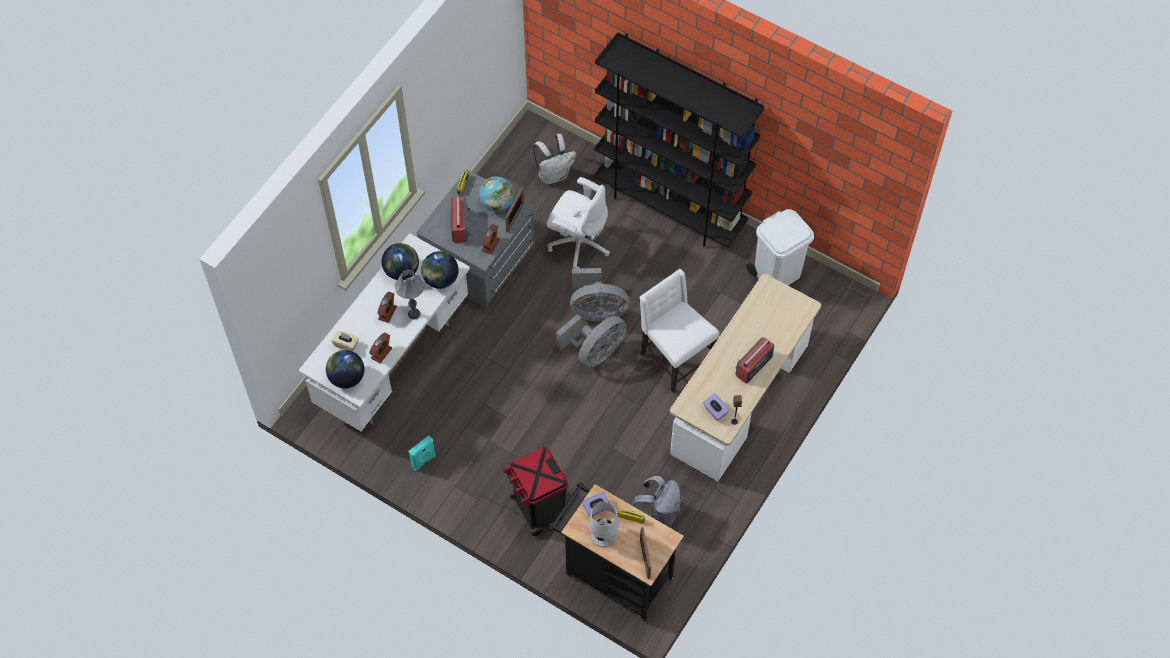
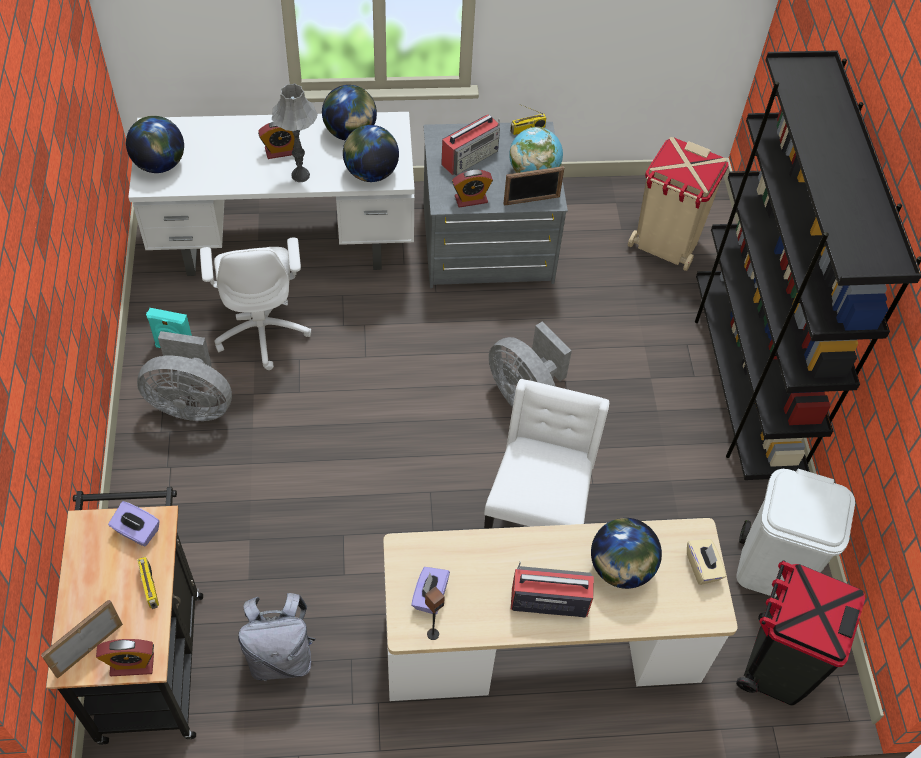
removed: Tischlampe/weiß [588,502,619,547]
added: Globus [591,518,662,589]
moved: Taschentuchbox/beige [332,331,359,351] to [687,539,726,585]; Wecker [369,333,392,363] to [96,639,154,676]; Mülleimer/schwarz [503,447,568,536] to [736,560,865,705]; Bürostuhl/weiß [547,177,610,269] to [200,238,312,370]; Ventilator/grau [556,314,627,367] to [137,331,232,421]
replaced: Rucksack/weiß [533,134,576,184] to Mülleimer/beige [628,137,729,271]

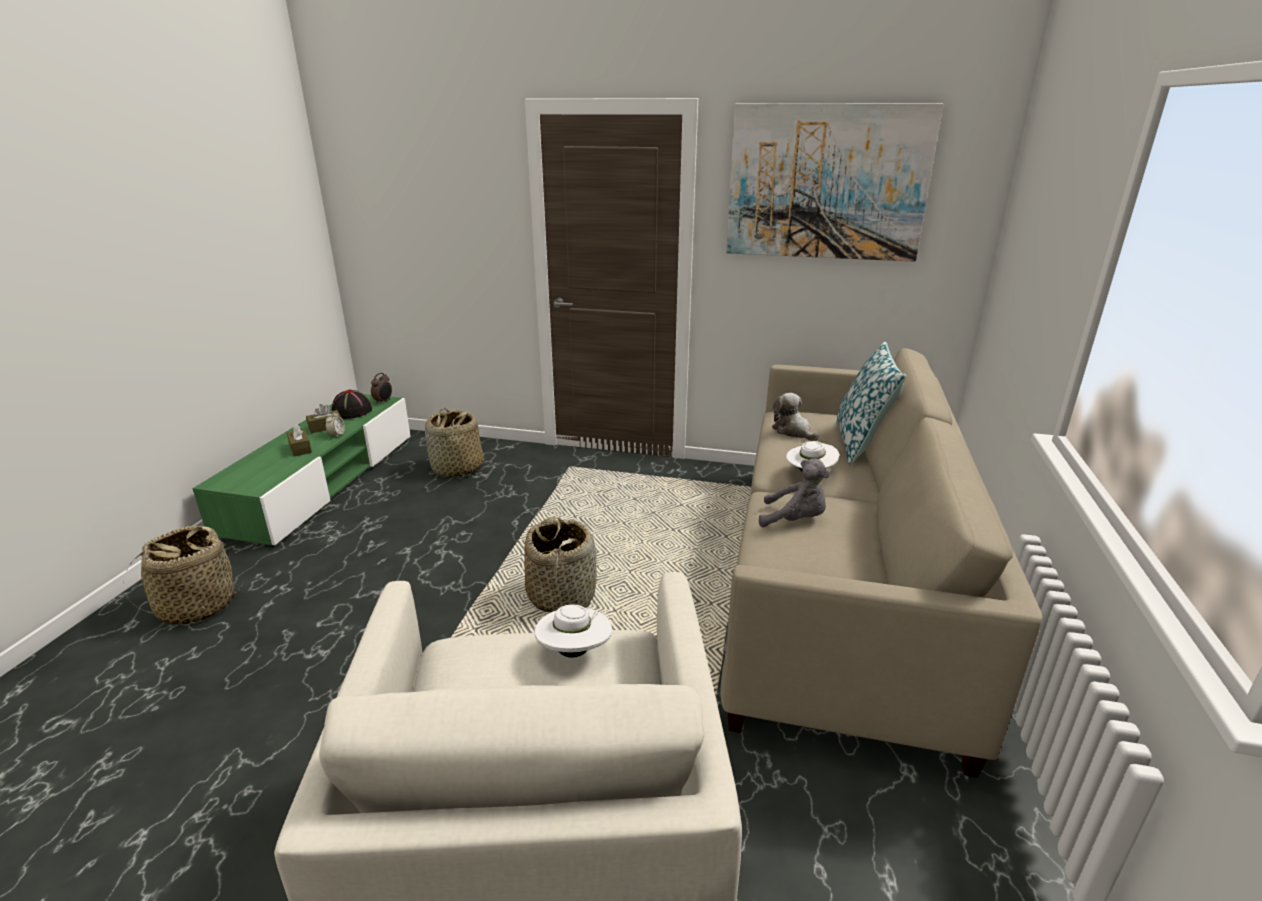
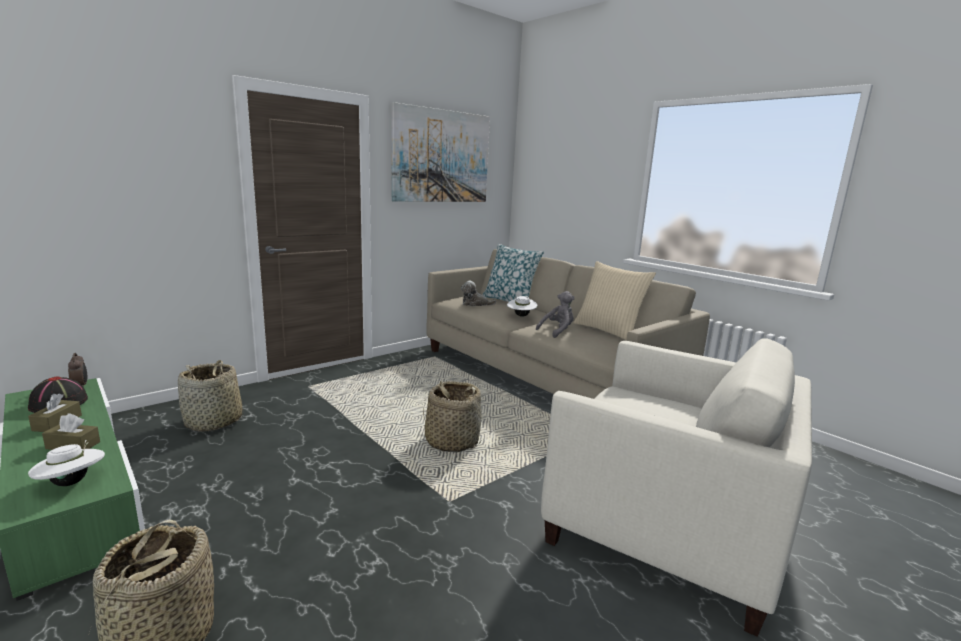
removed: Wecker [325,411,345,438]
added: Kissen/beige [574,261,656,340]
moved: Hut/weiß [534,604,612,658] to [28,440,105,486]

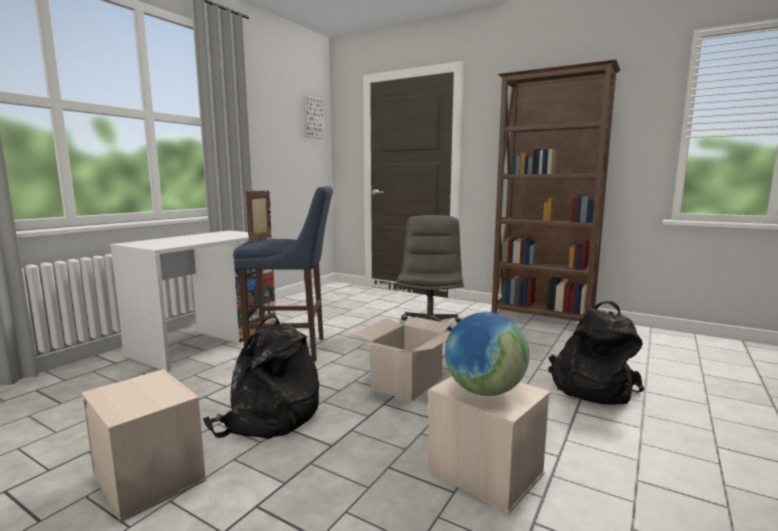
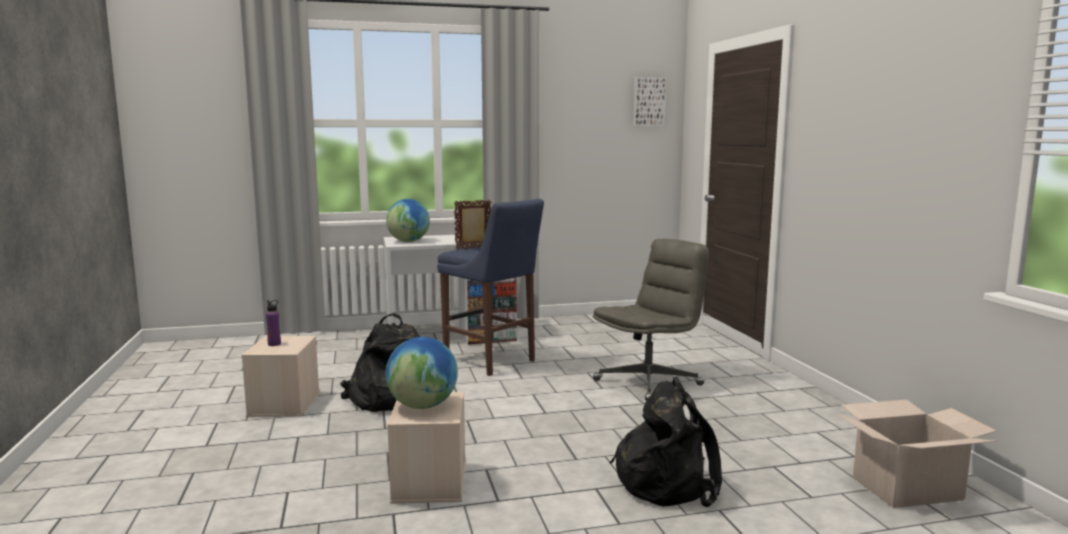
removed: Bücherregal/braun [491,59,620,321]
added: Flasche/lila [266,300,281,346]; Globus [386,199,430,242]
moved: Karton [353,317,451,401] to [837,400,997,508]

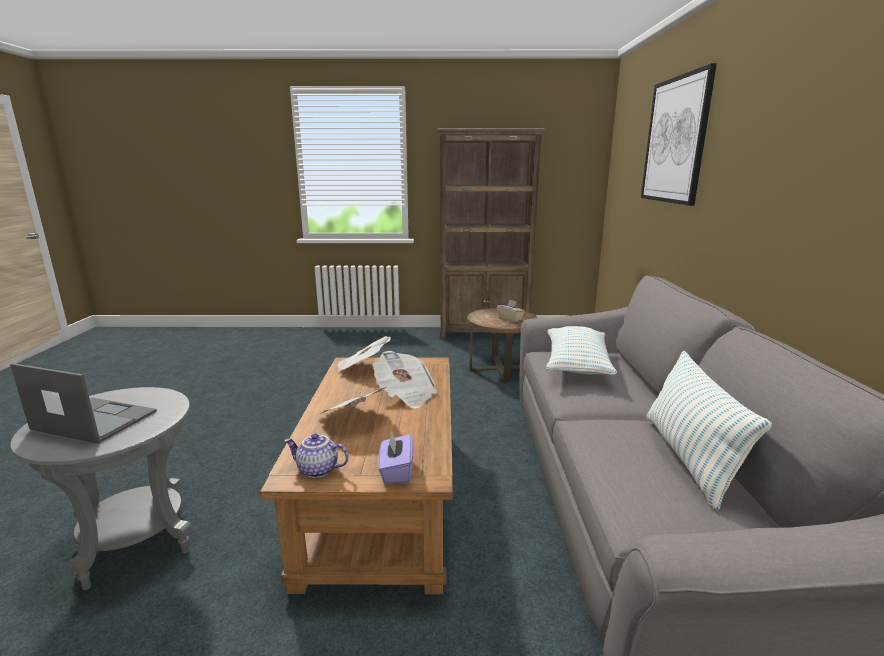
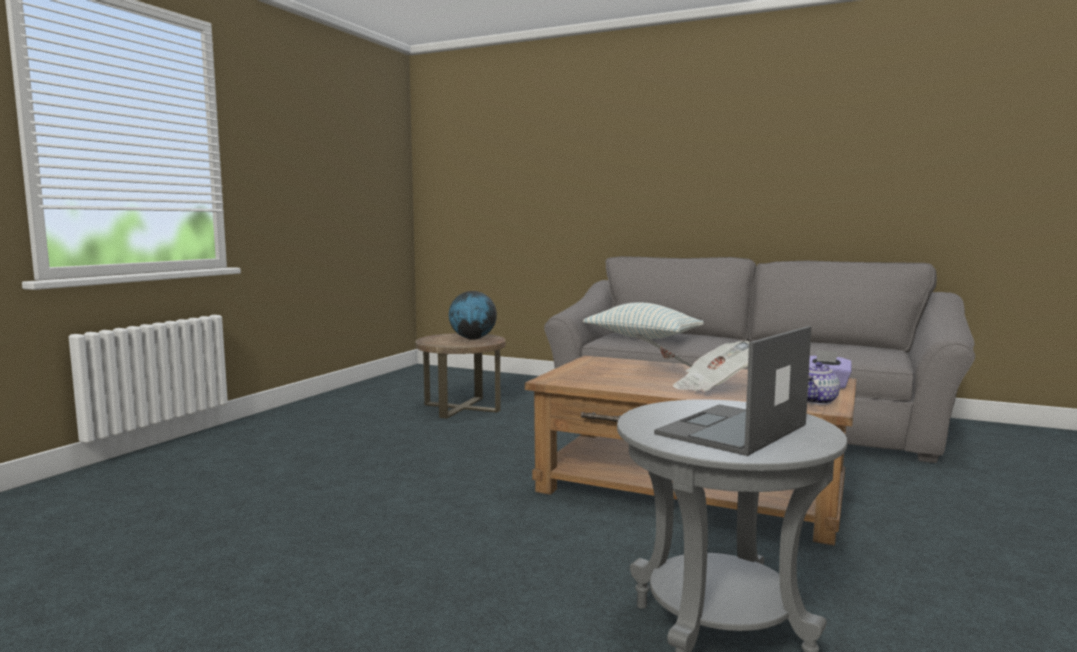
removed: Zeitung [338,336,391,372]; Bücherregal/braun [437,128,545,339]; Bild [641,63,717,206]; Kissen [646,351,772,510]
replaced: Taschentuchbox/beige [497,300,525,322] to Globus [449,291,497,340]

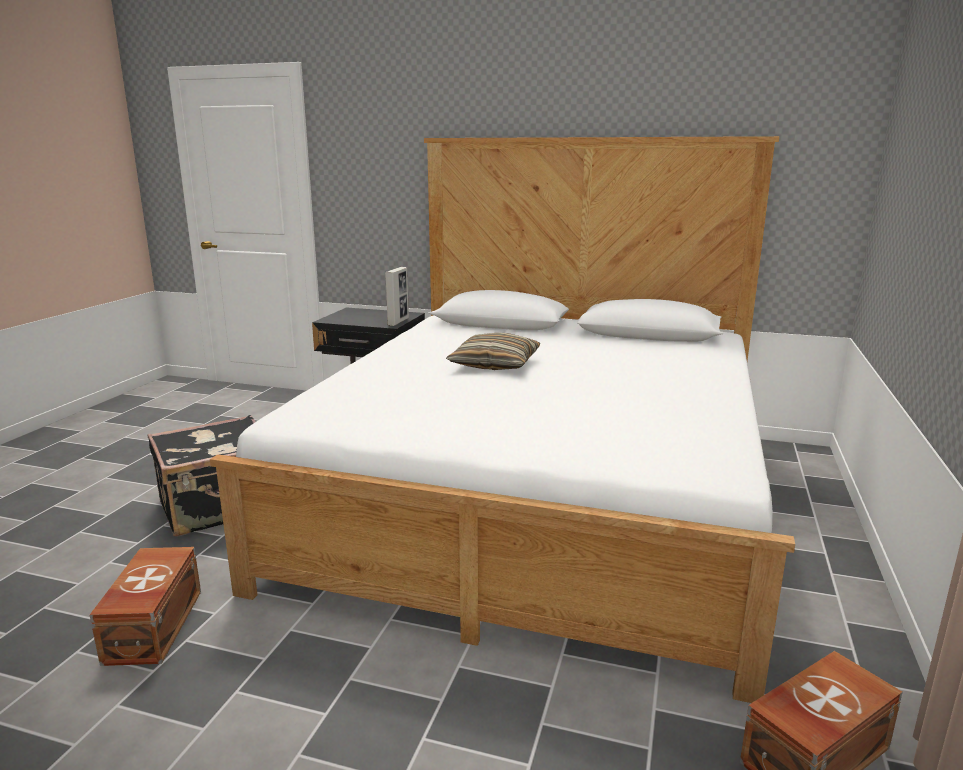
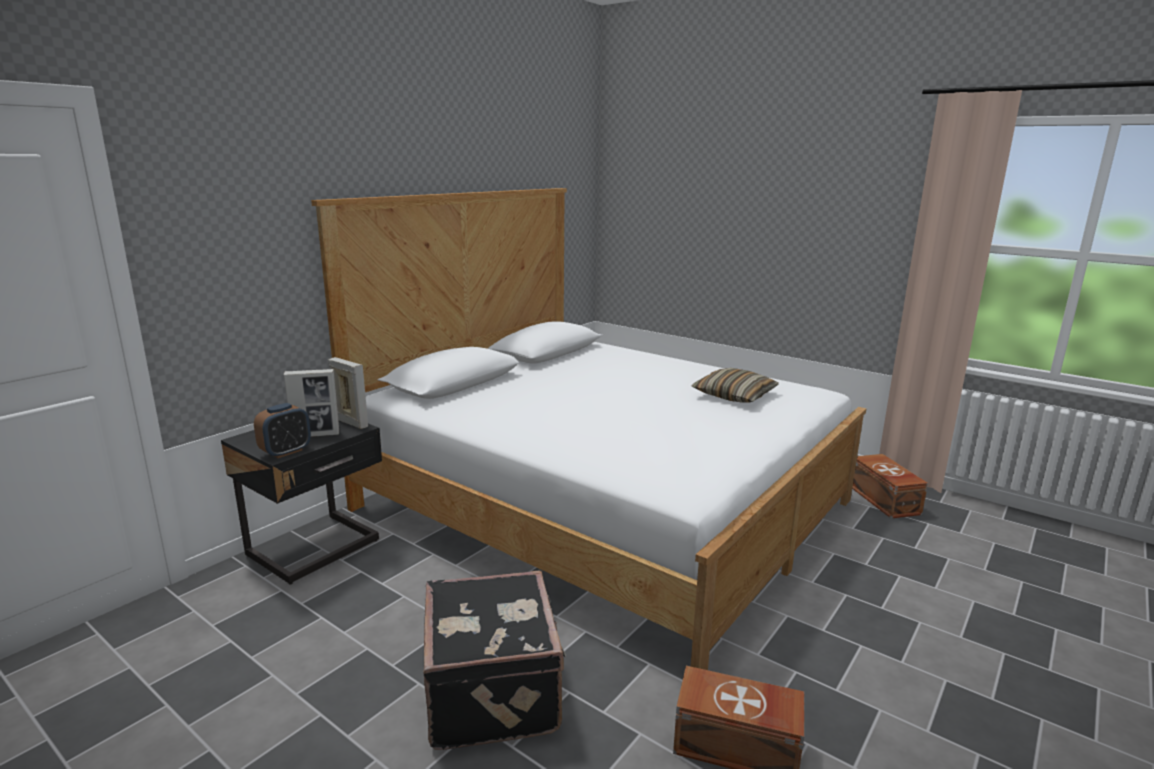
added: Wecker [254,403,311,458]; Bilderrahmen [284,369,339,437]
moved: Kissen [446,333,540,370] to [691,368,779,403]

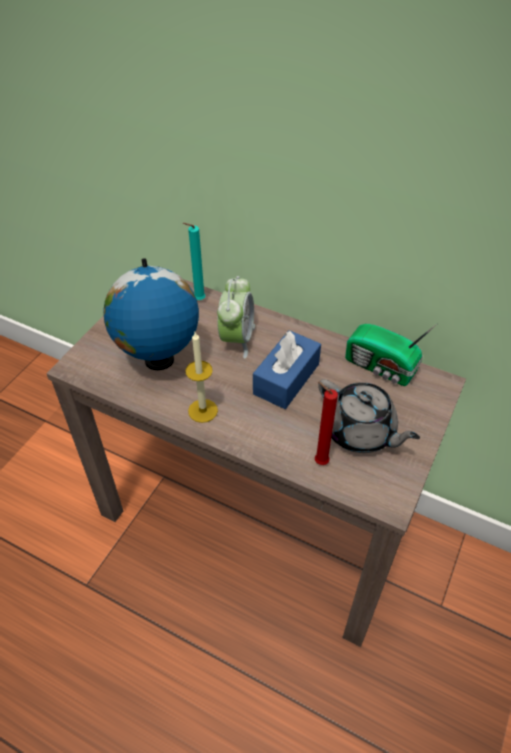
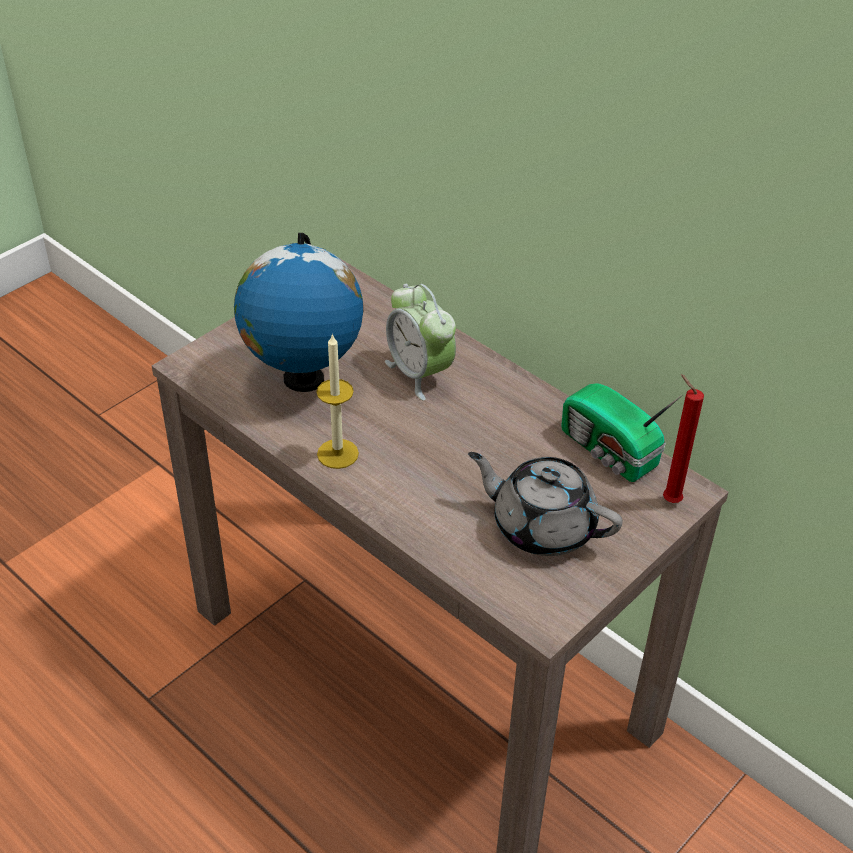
removed: Kerze/türkis [183,223,206,300]; Taschentuchbox/blau [253,330,321,409]
moved: Kerze/rot [315,382,338,465] to [663,374,704,503]
turned: Wecker [217,276,255,359] = [385,284,456,401] 120 degrees clockwise; Teekanne/grau [318,379,420,453] = [468,452,623,556] 150 degrees clockwise

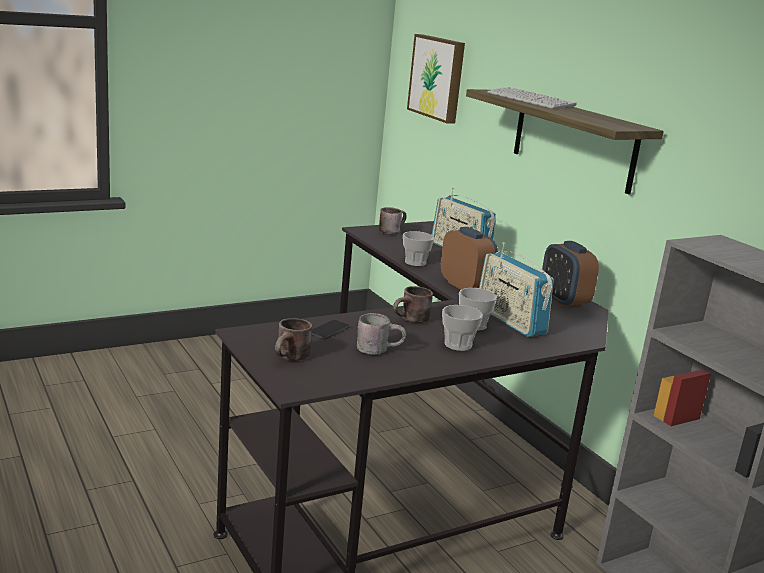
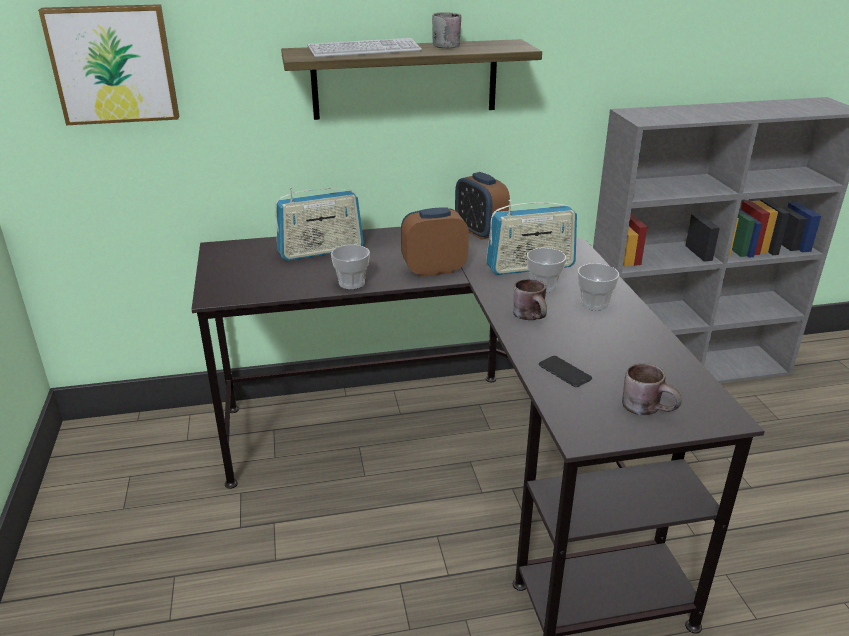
removed: Henkelbecher/braun [379,207,407,235]
moved: Henkelbecher/grau [357,313,406,355] to [432,12,461,48]
turned: Wecker [542,241,599,308] = [455,172,510,240] 60 degrees clockwise

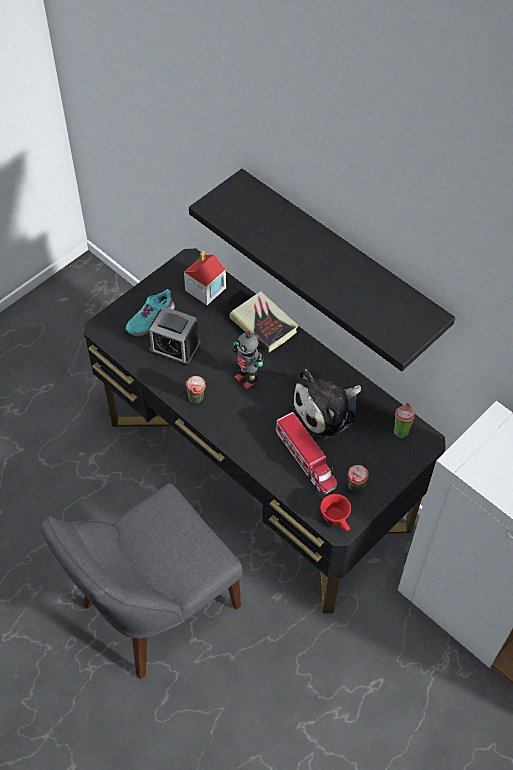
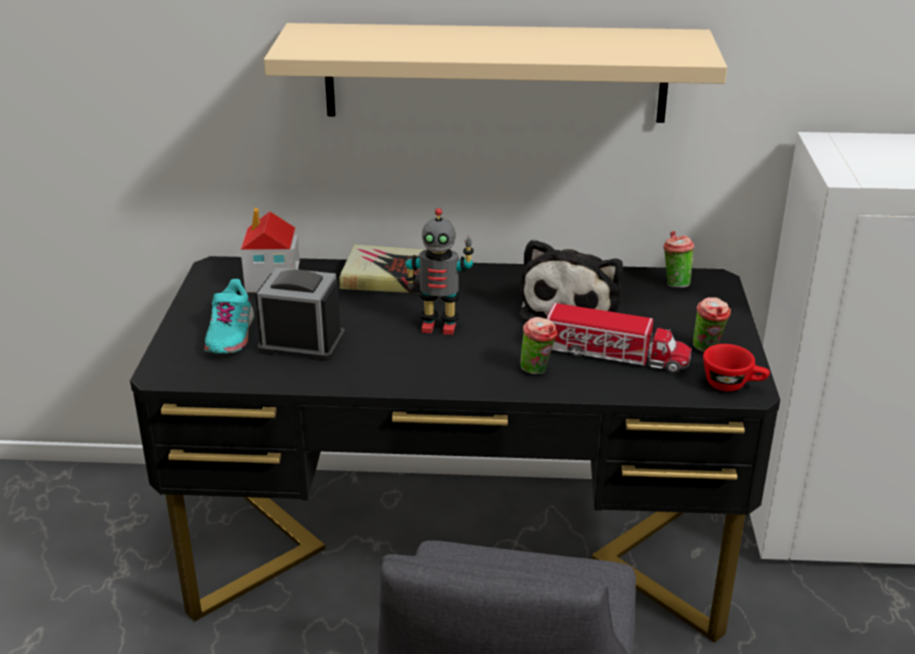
moved: Tasse [186,376,206,403] to [520,317,557,374]
recoloured: Wandregal/schwarz [189,169,455,372] to Wandregal/beige [264,23,727,123]
turned: Wecker [149,306,201,366] = [255,267,345,361] 150 degrees counterclockwise

